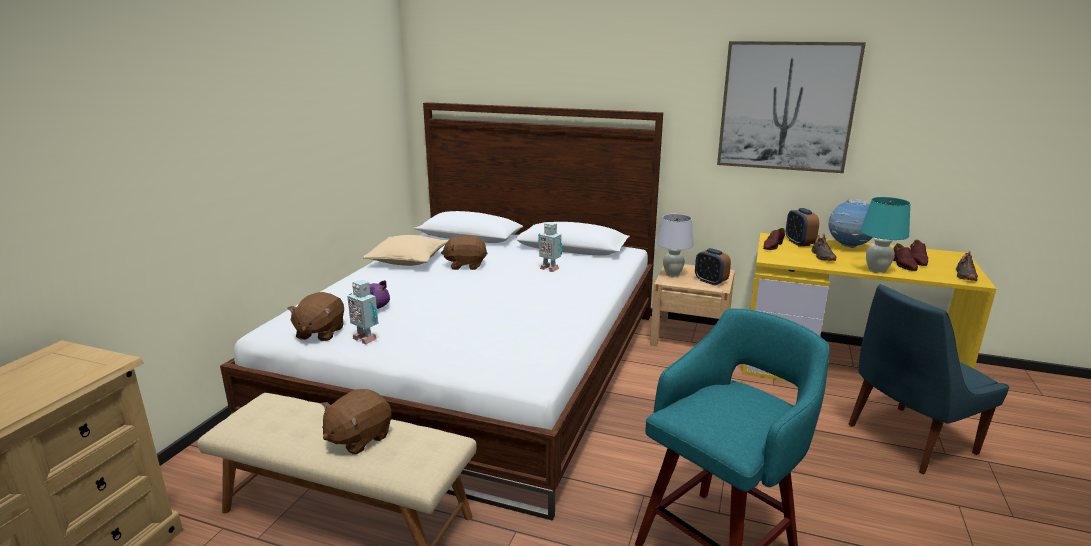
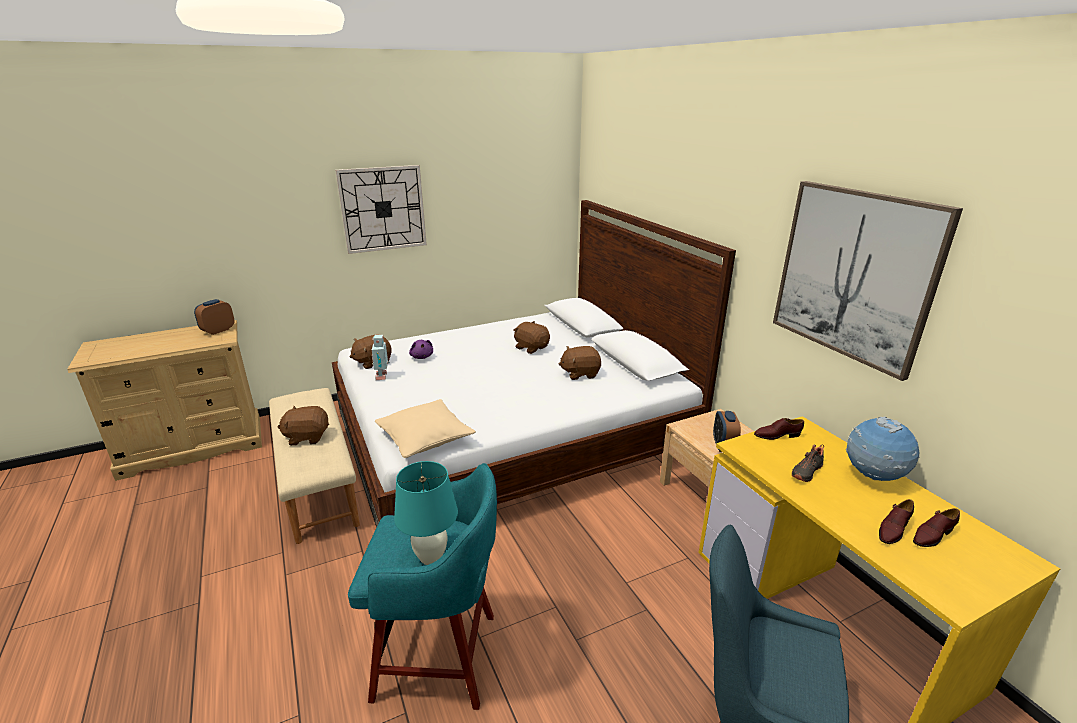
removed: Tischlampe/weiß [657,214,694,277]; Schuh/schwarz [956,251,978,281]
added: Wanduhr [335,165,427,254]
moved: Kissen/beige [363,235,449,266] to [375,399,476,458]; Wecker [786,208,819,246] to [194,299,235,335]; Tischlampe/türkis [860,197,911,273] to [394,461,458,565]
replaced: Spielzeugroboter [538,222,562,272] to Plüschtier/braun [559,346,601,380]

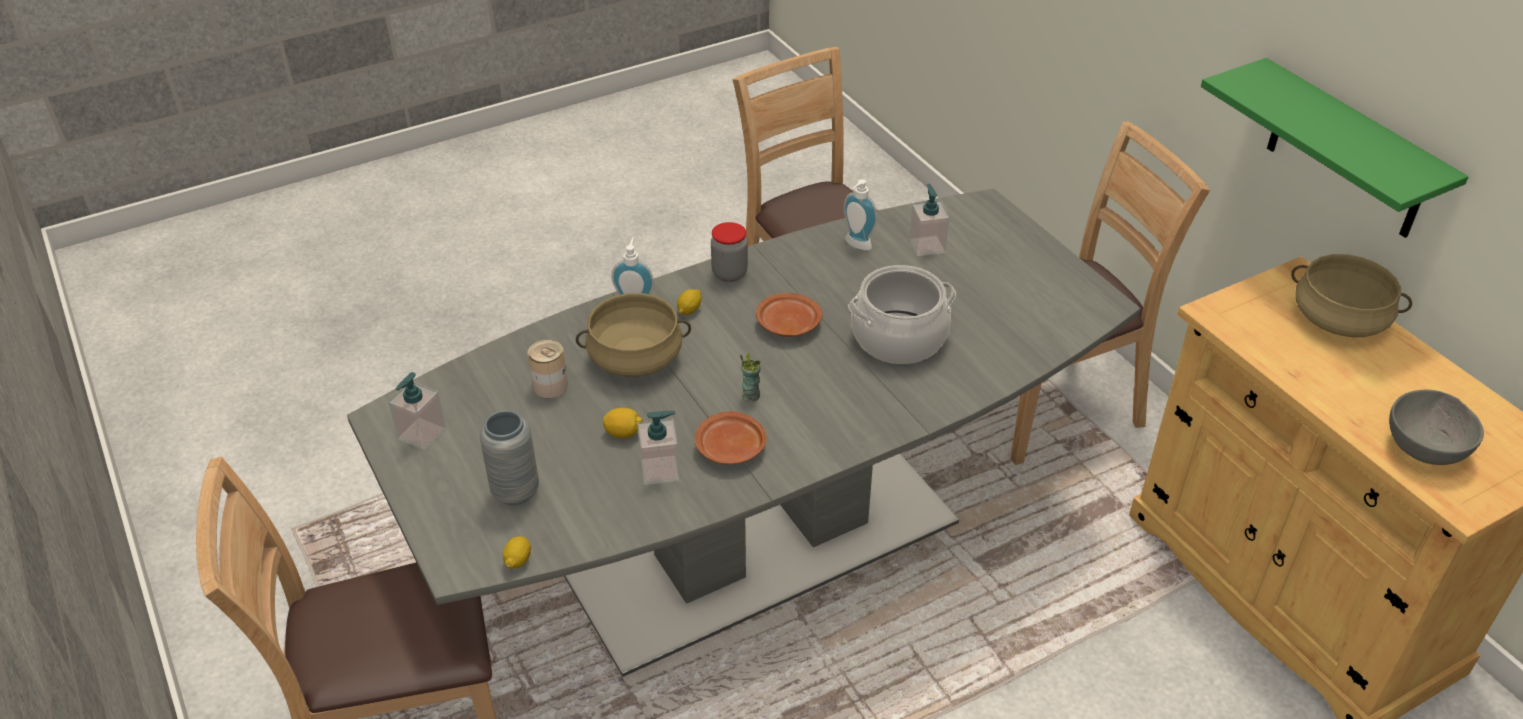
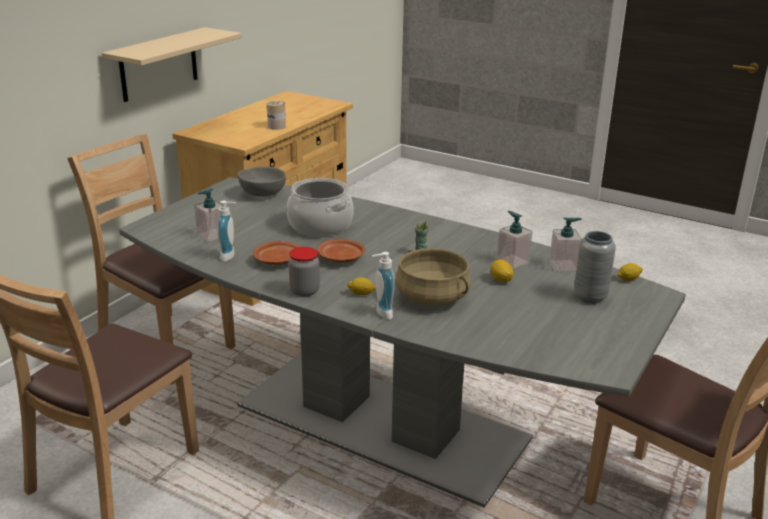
removed: Kochtopf/beige [1291,254,1412,337]
moved: Seifenspender [388,372,446,450] to [549,217,582,271]; Dose [528,340,568,398] to [267,101,286,130]; Teller/braun [695,411,767,464] to [253,241,300,265]; Schüssel/grau [1389,390,1484,465] to [238,167,286,197]
recoloured: Wandregal/grün [1201,58,1469,238] to Wandregal/beige [102,27,242,102]

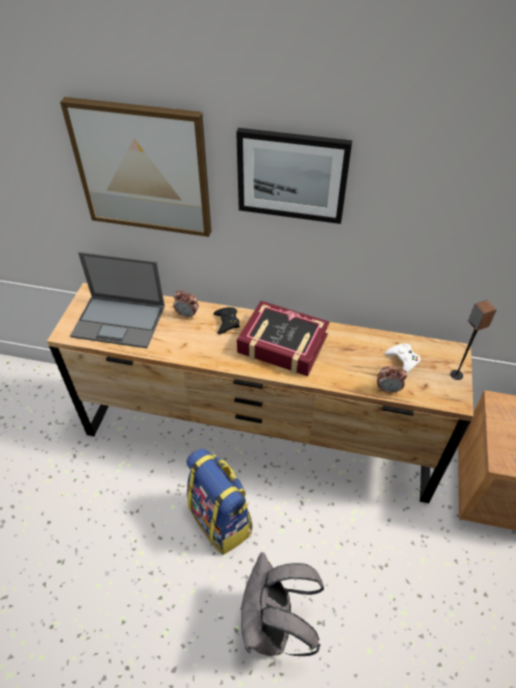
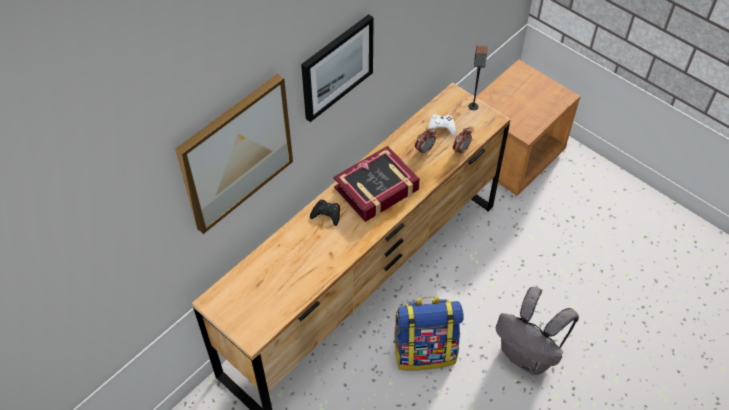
removed: Laptop [70,251,165,348]
moved: Wecker [173,290,198,319] to [415,128,436,154]

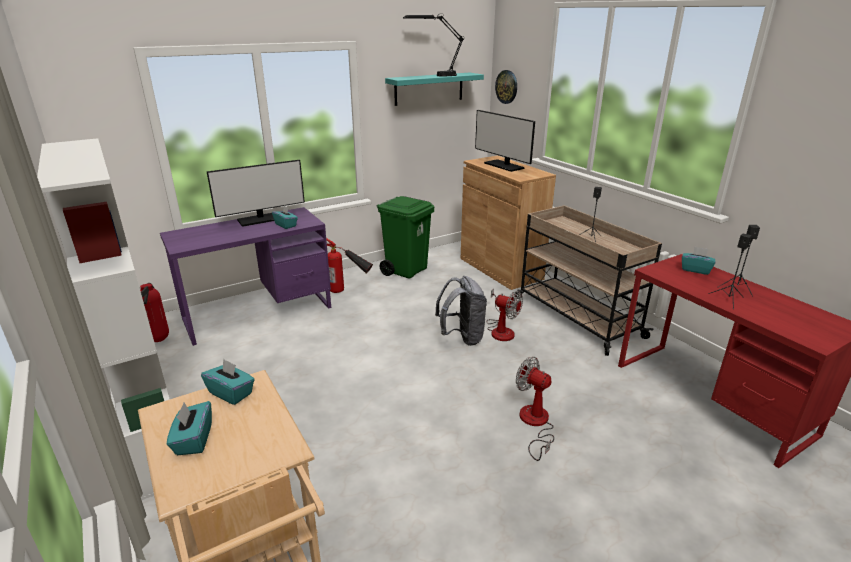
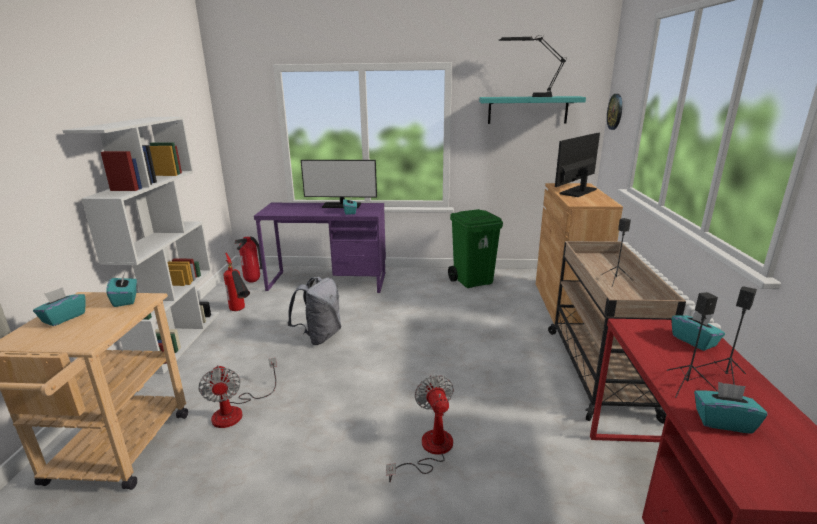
added: Taschentuchbox/türkis [694,382,768,434]
moved: Feuerlöscher [326,238,373,293] to [224,253,250,311]; Rucksack/grau [435,276,487,346] to [287,277,341,345]; Ventilator [486,289,523,341] to [198,358,277,428]
turned: Monitor [475,110,535,172] = [555,132,600,197] 45 degrees clockwise

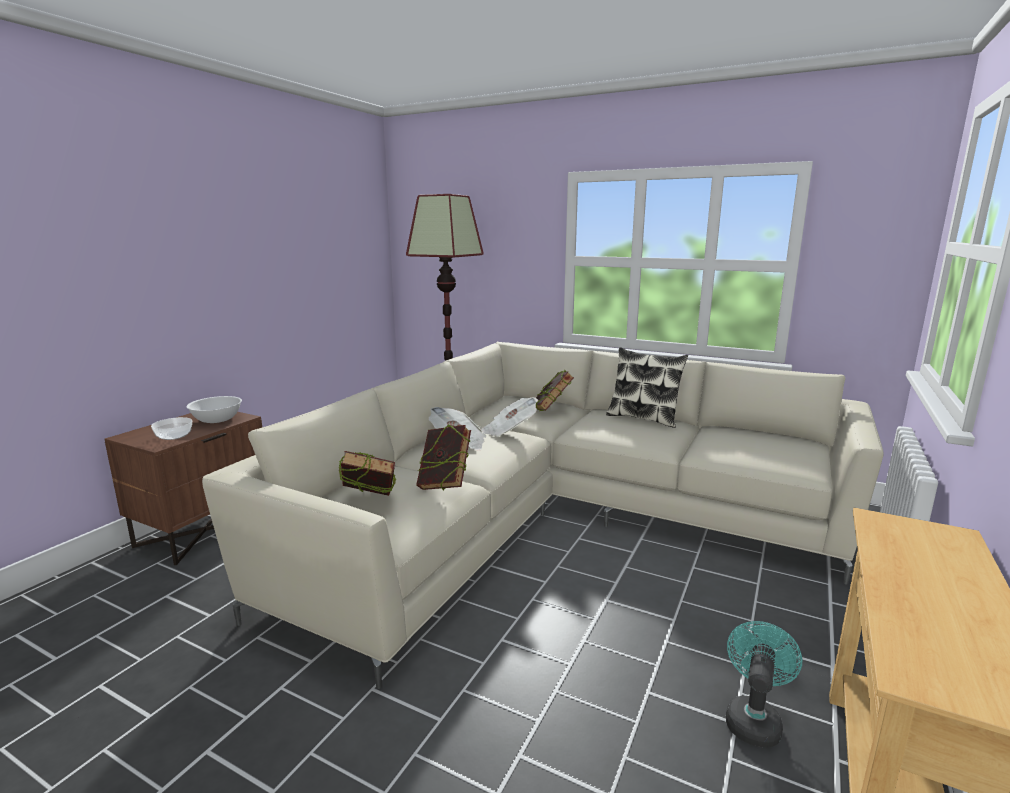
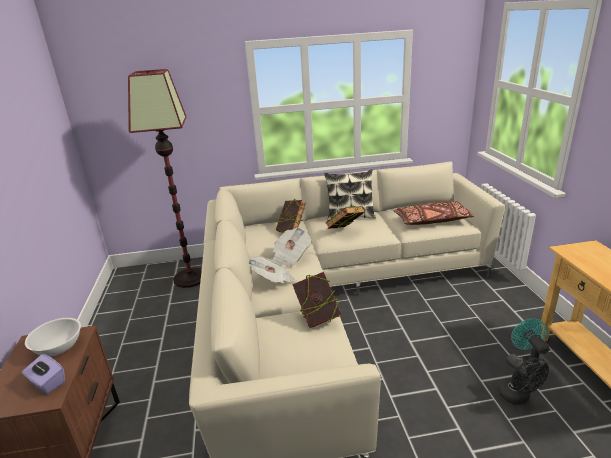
added: Kissen/braun [393,201,474,225]; Ventilator/schwarz [497,354,549,405]
moved: Buch [338,451,397,496] to [326,206,365,229]
replaced: Schüssel [151,417,192,440] to Taschentuchbox/lila [22,354,65,394]

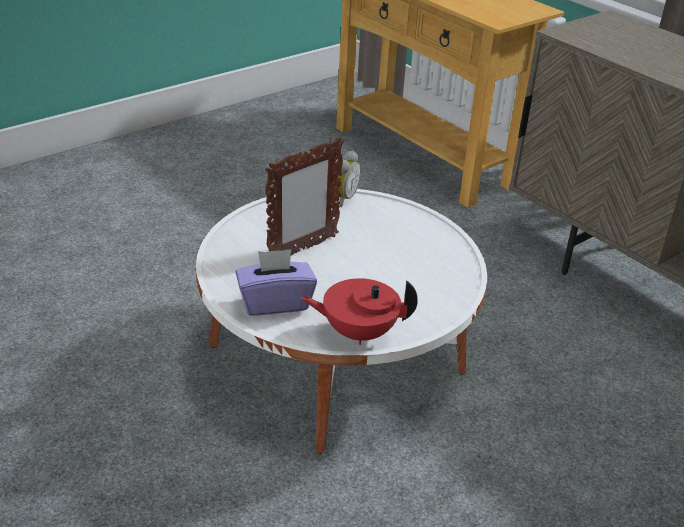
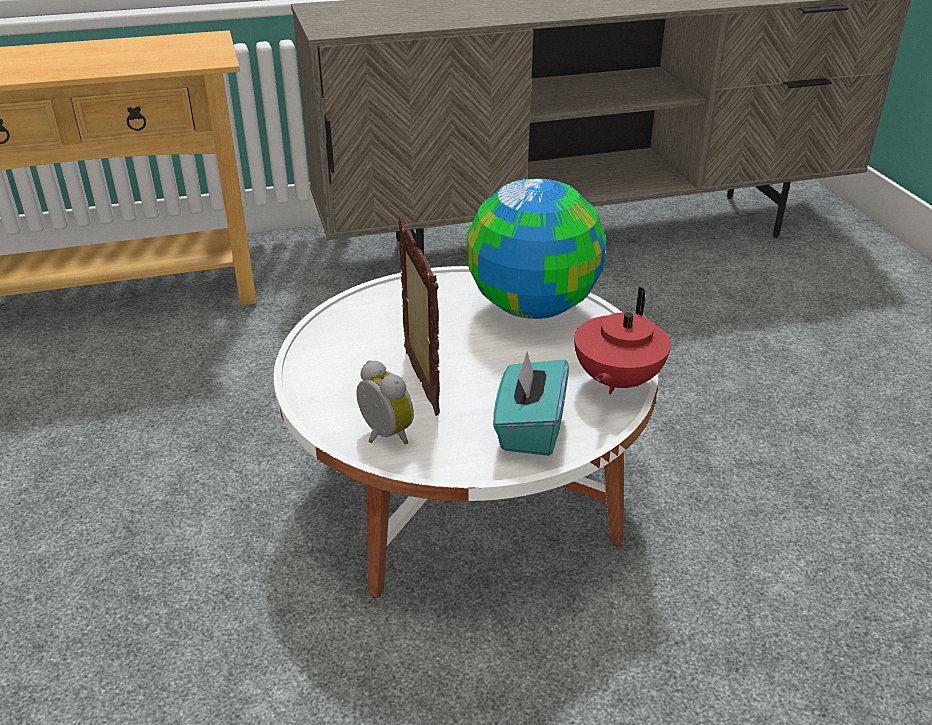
added: Globus [467,179,606,319]
moved: Wecker [333,150,361,207] to [356,360,414,445]
recoloured: Taschentuchbox/lila [236,249,317,316] to Taschentuchbox/türkis [493,352,569,456]

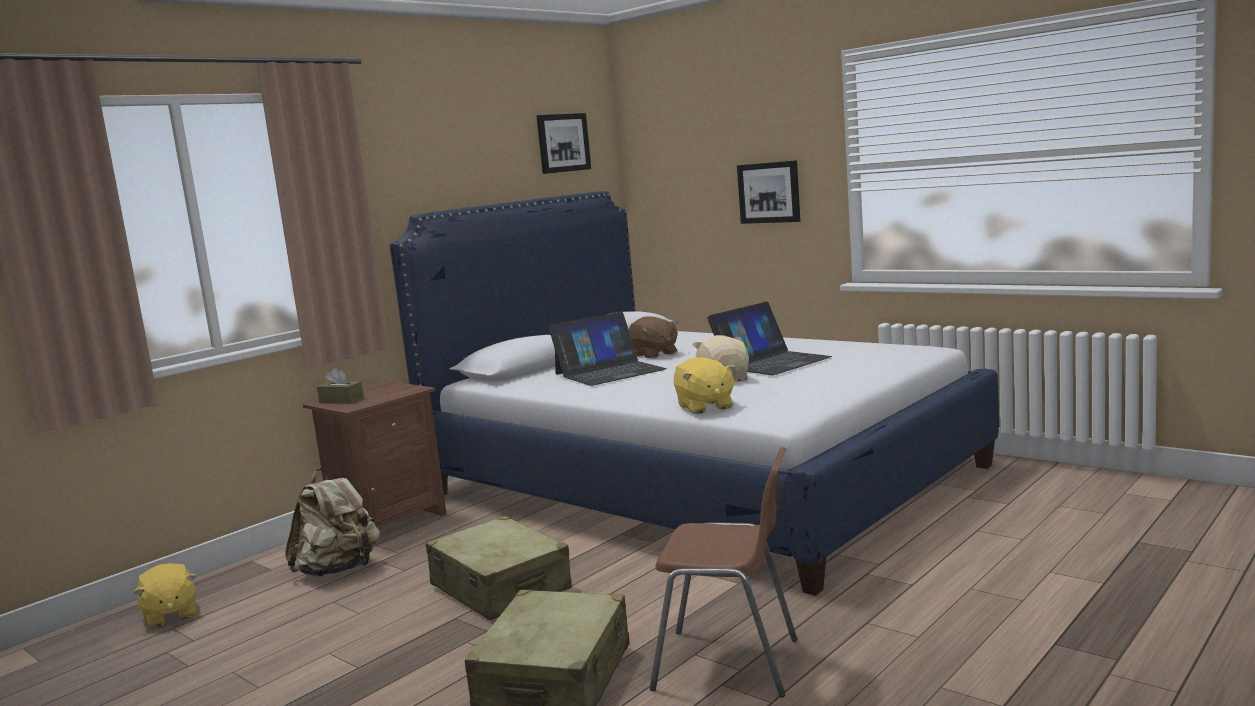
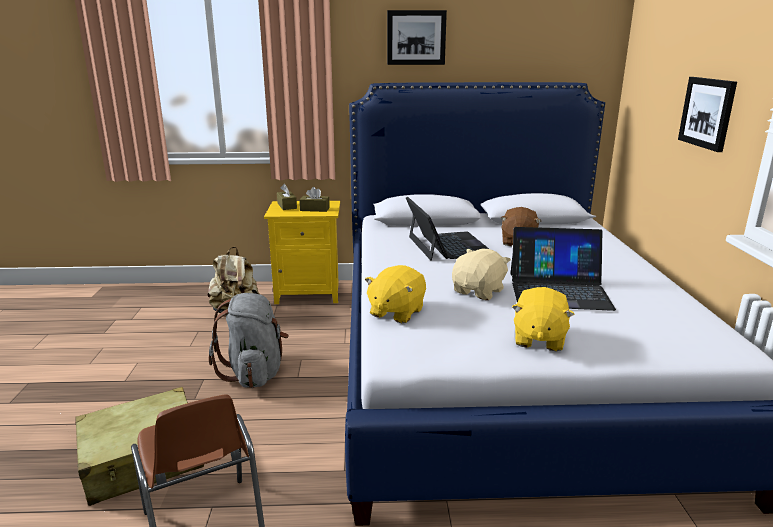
added: Taschentuchbox/braun [299,187,330,212]
moved: Plüschtier/gelb [133,563,197,628] to [512,287,575,351]; Bild [536,113,591,174] to [387,10,447,65]
replaced: Koffer/beige [426,516,572,621] to Rucksack/grau [209,293,289,388]
recoloured: Nachttisch/braun [303,381,447,545] to Nachttisch/gelb [264,201,340,304]
turned: Laptop [548,312,667,386] = [406,197,489,261] 120 degrees counterclockwise

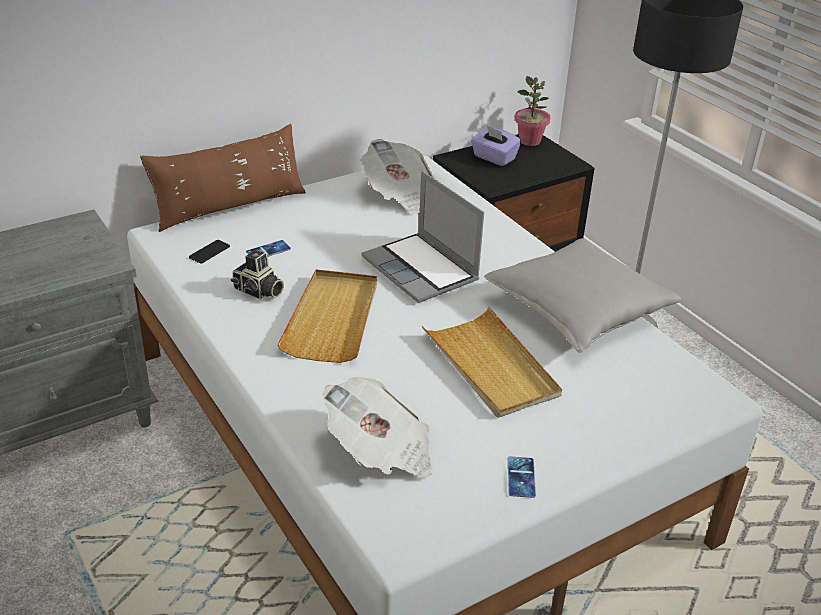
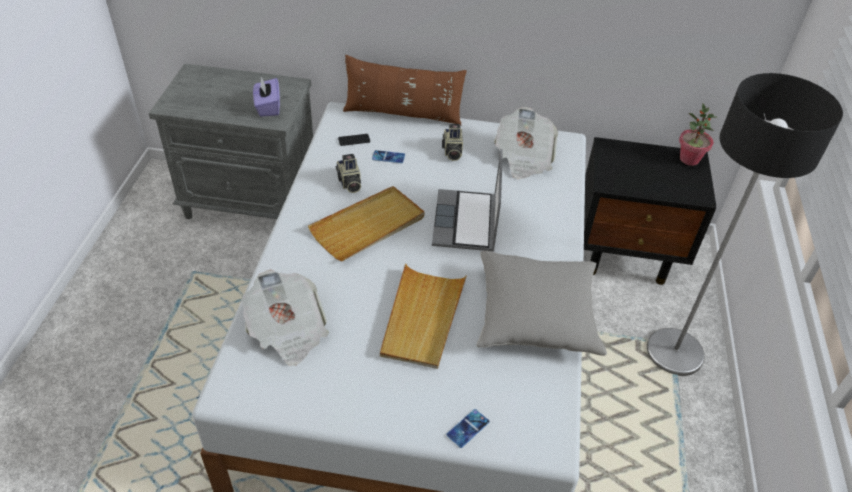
added: Kamera [442,124,463,161]
moved: Taschentuchbox/lila [471,126,521,166] to [253,77,280,117]; Handy [508,457,536,498] to [446,409,490,448]

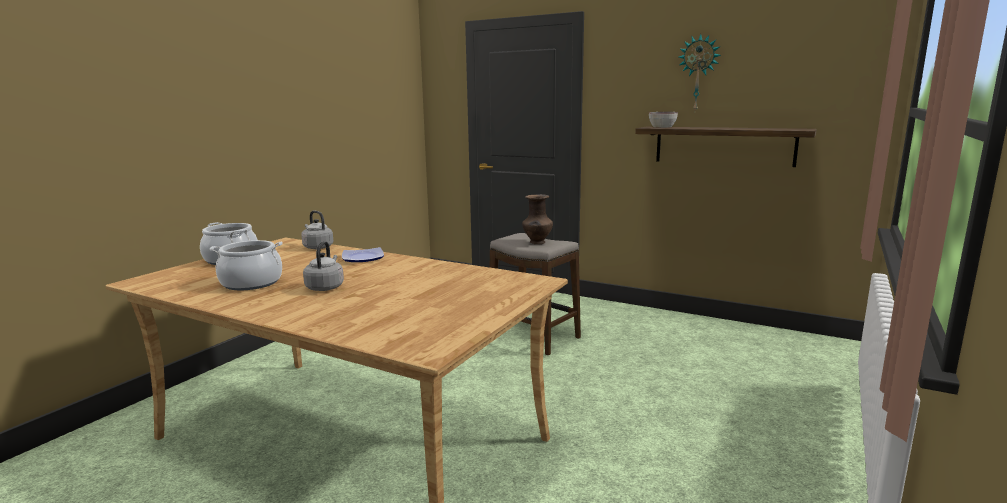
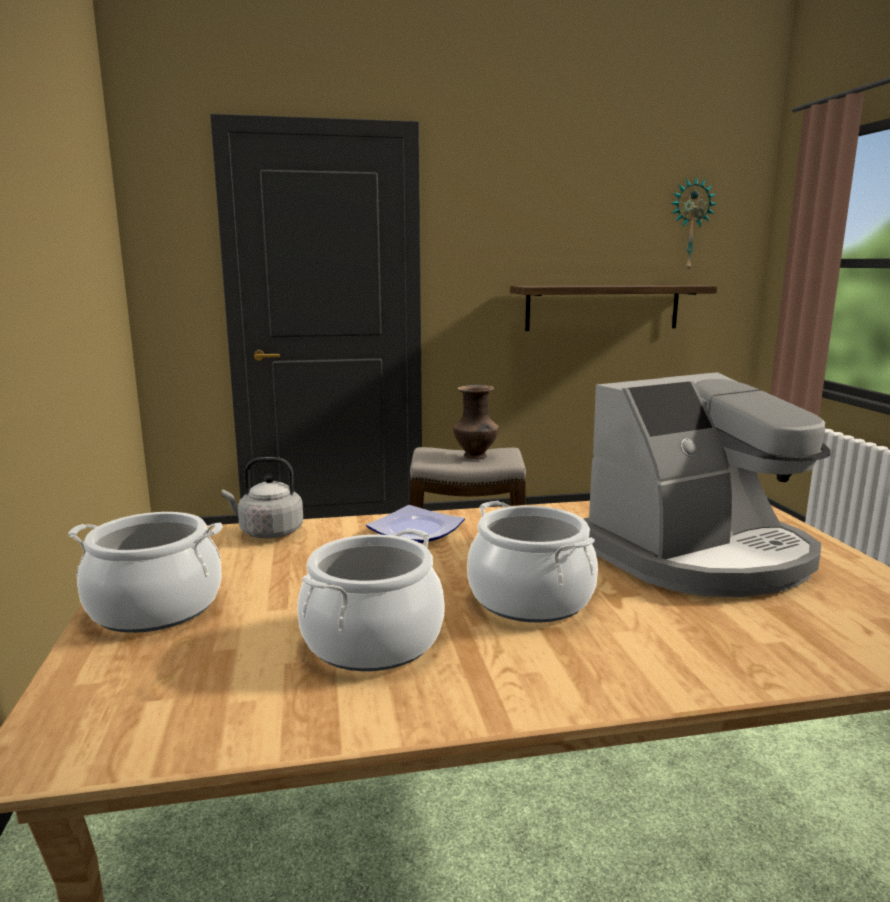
removed: Schüssel [649,112,678,128]
added: Kaffeemaschine [584,372,830,597]
moved: Wanduhr [679,34,721,111] to [671,176,717,270]
replaced: Wasserkessel/grau [303,241,344,291] to Kochtopf [467,501,598,623]

